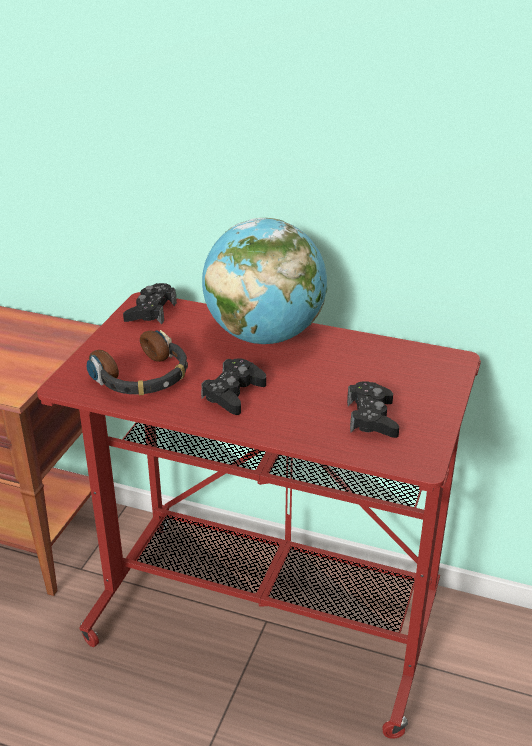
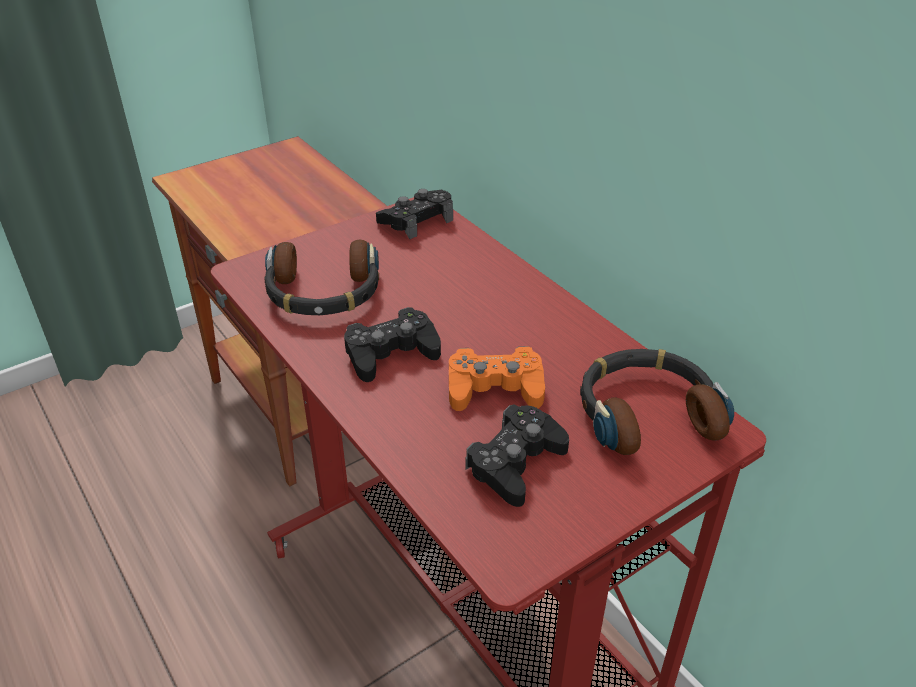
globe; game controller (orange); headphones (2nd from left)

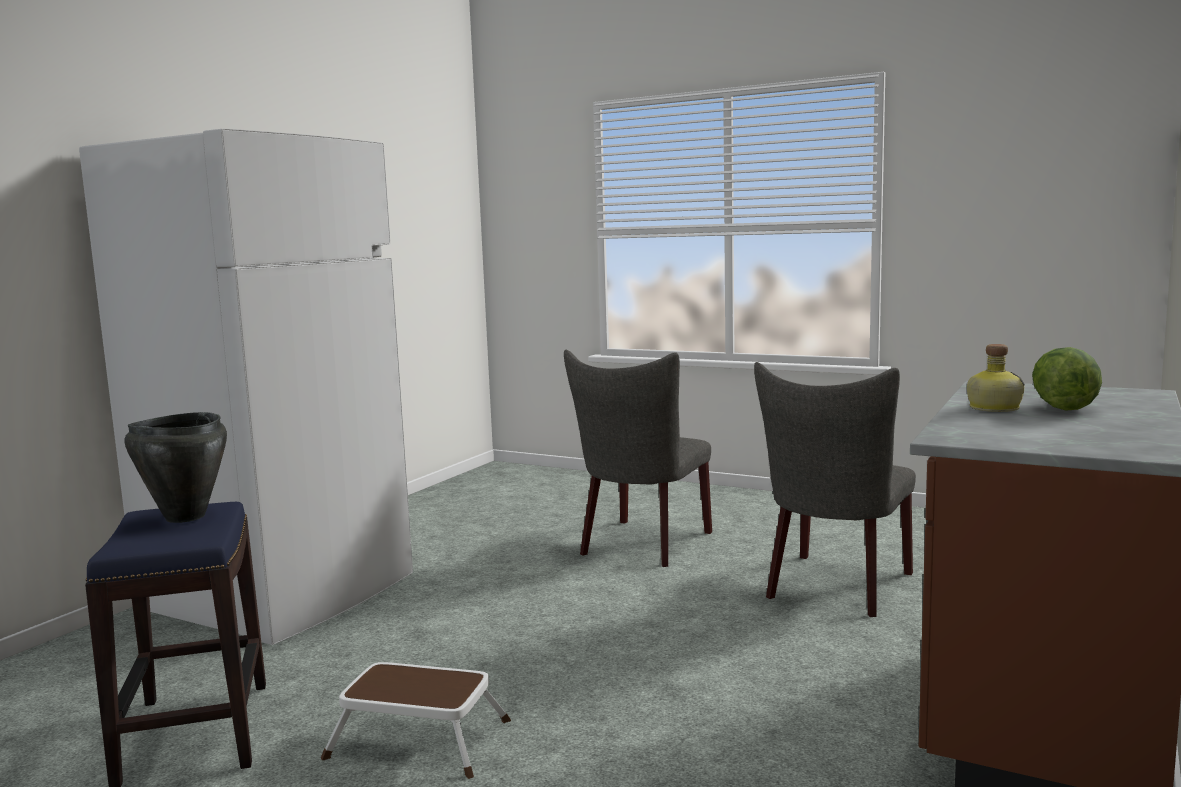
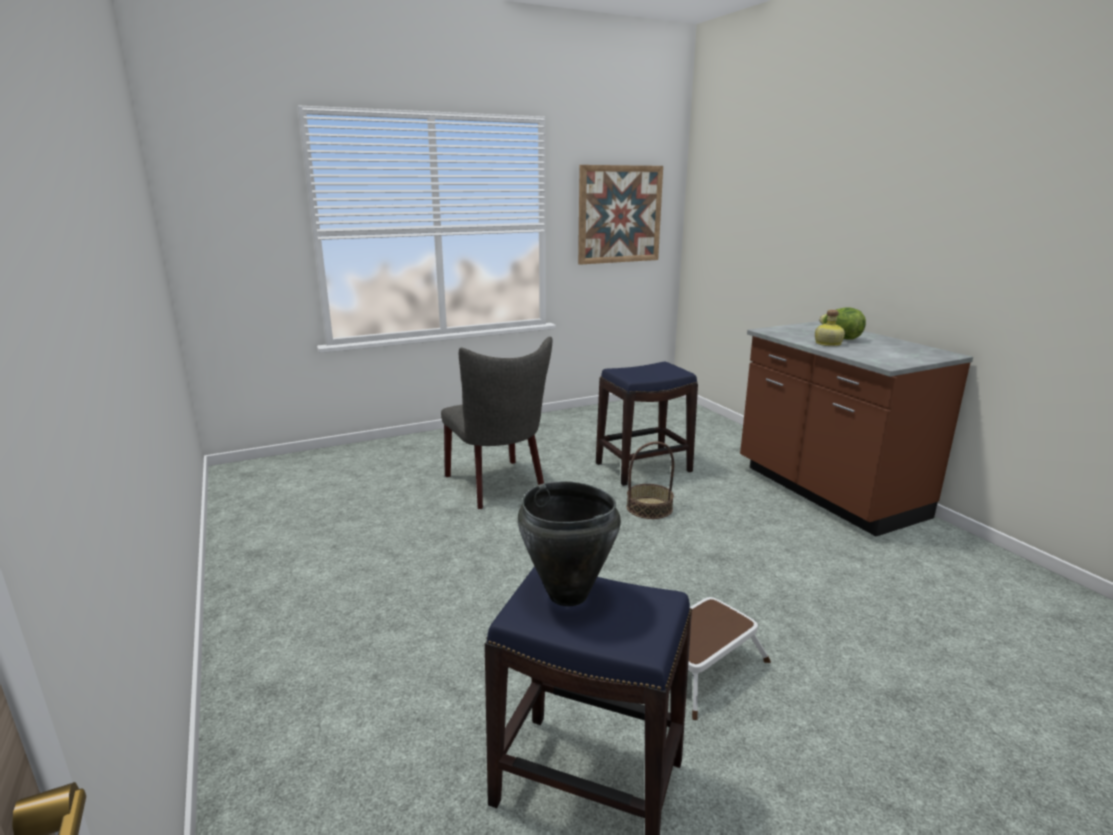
fridge (white); stool (2nd from left); picture; basket

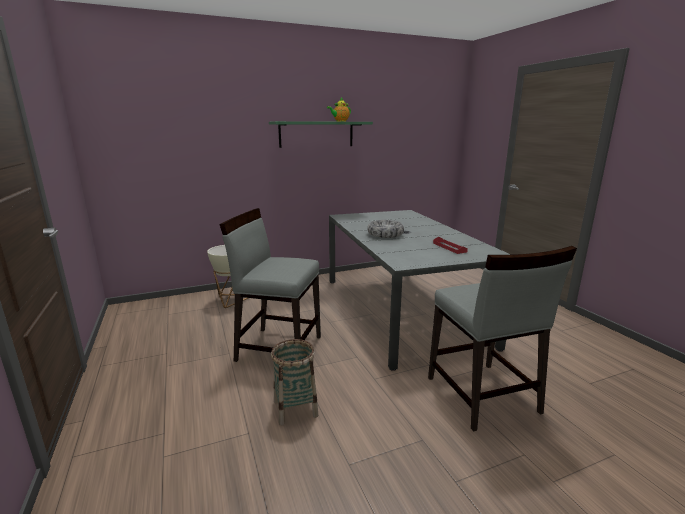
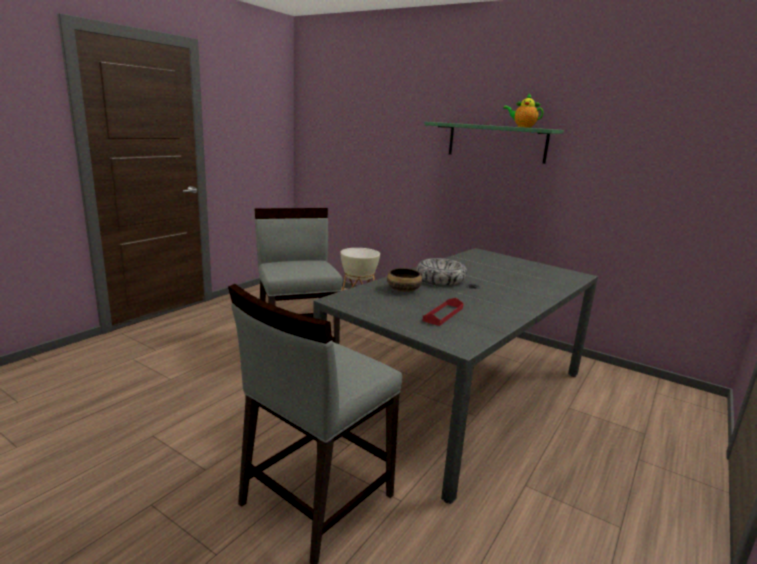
basket; bowl (1st from left)

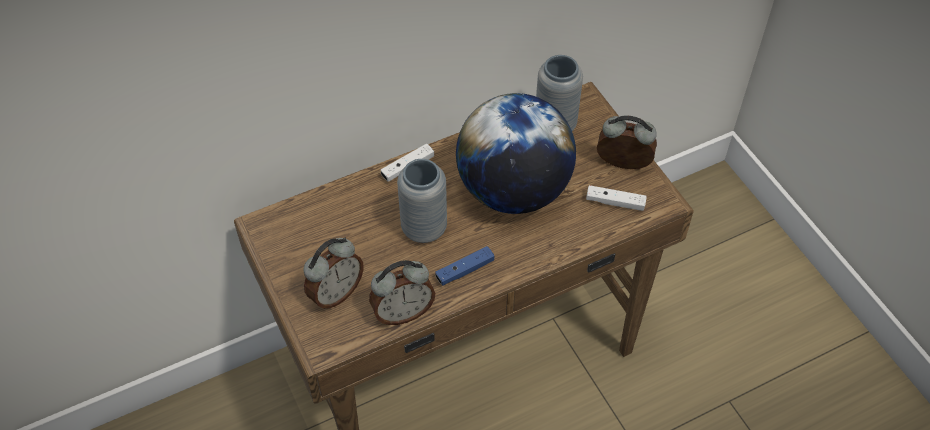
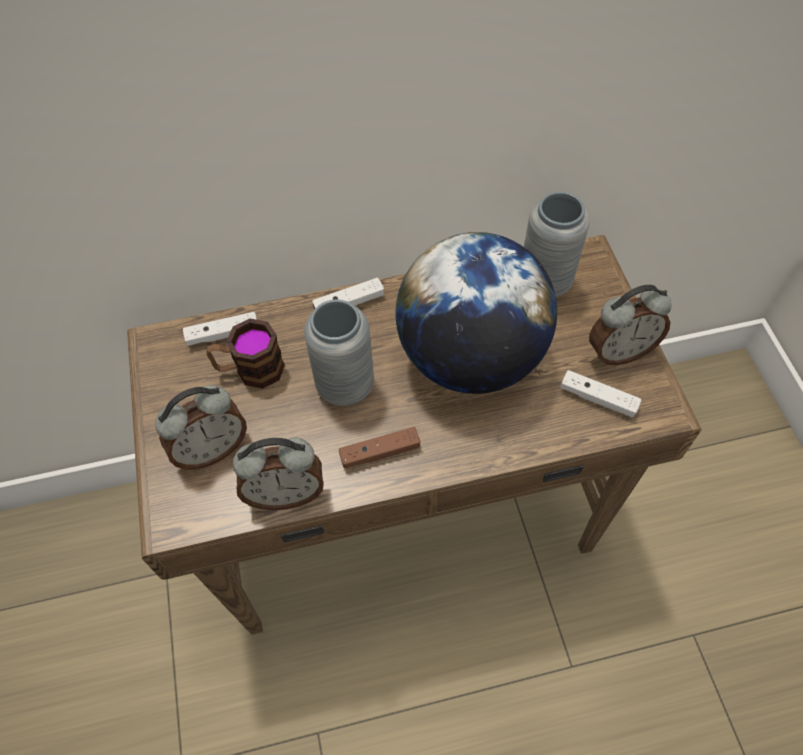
game controller (brown); alarm clock (3rd from left); game controller (white) (1st from left); mug

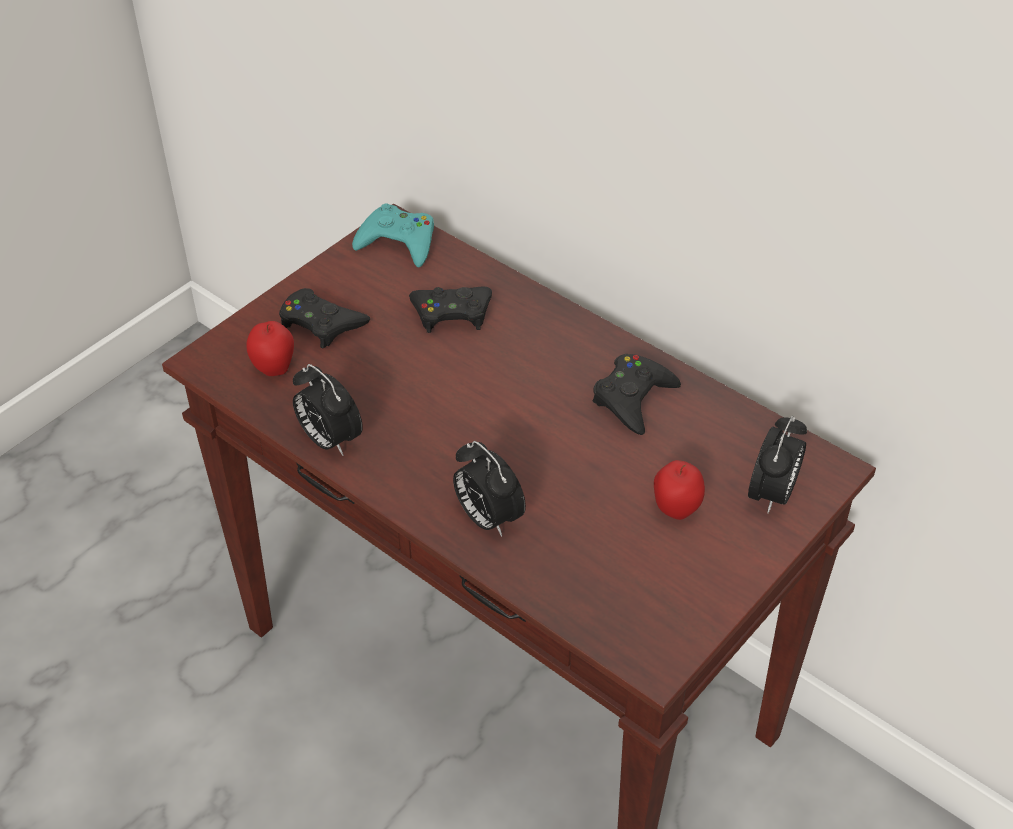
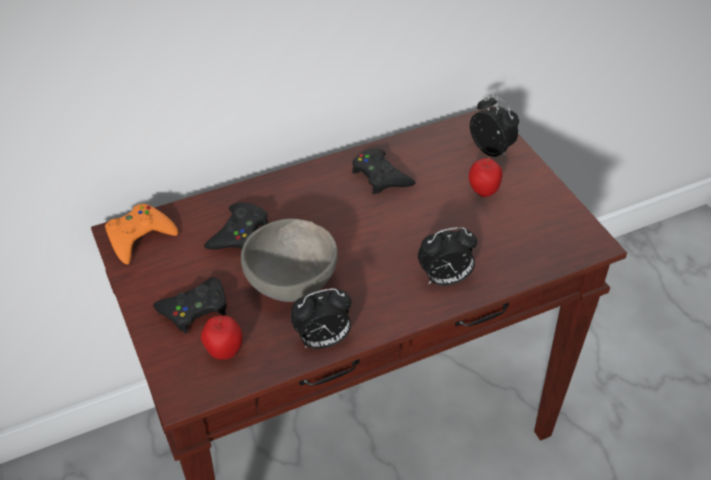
game controller (orange); bowl (grey)

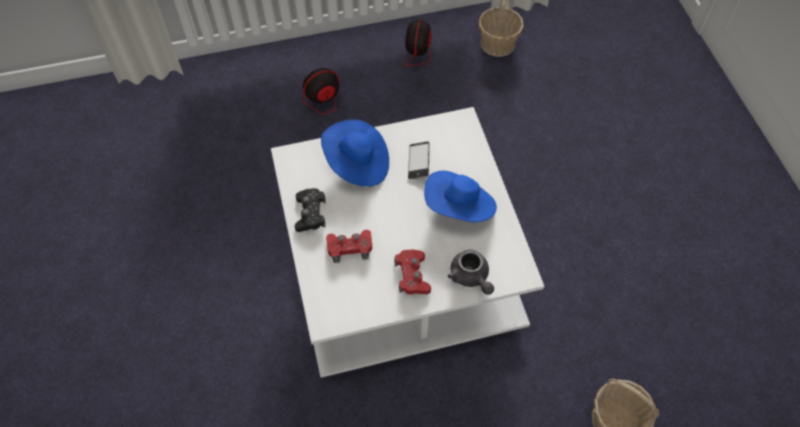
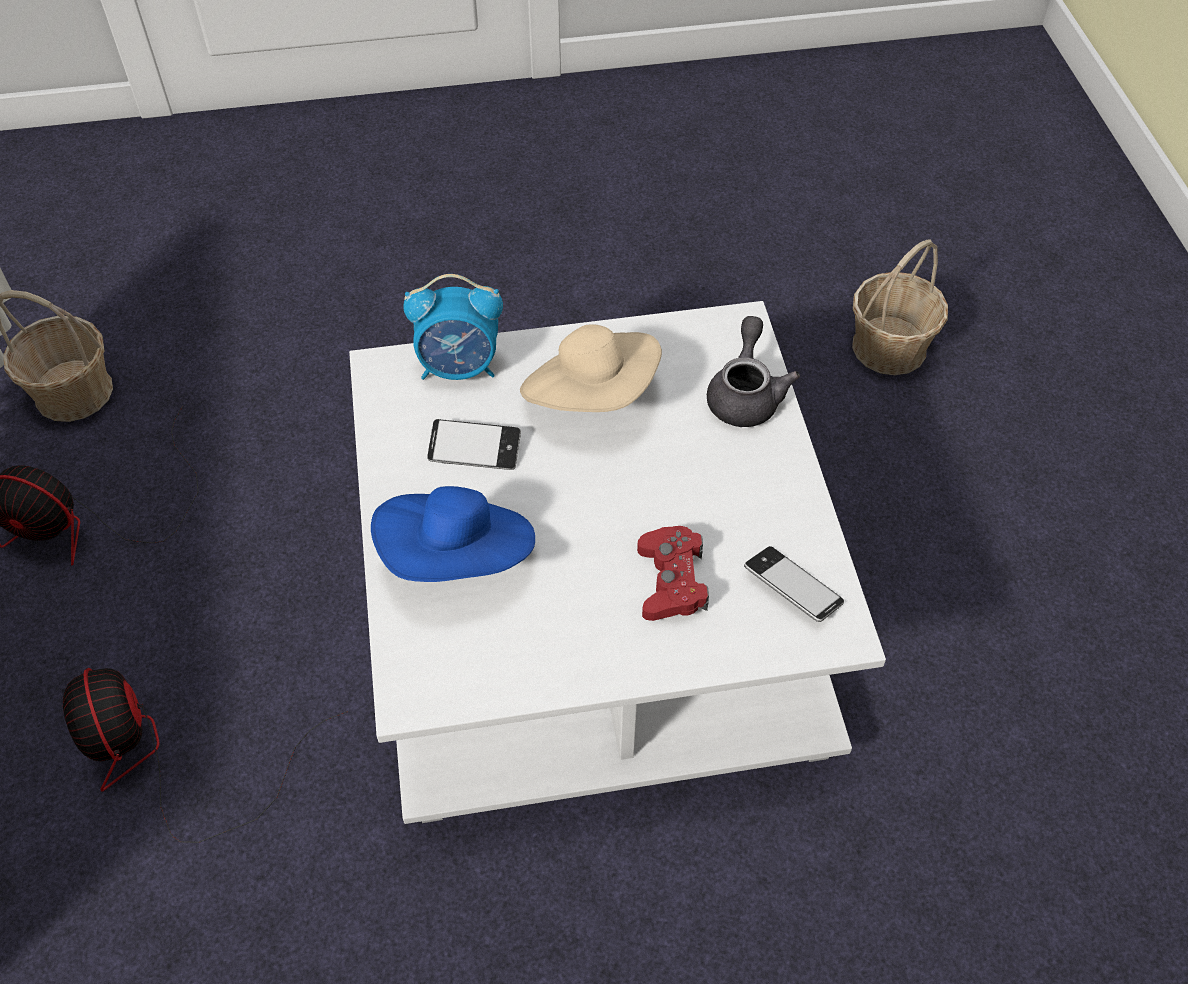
game controller (black); game controller (red) (2nd from left in the first image); hat (beige); teapot (grey); alarm clock; phone (2nd from left)

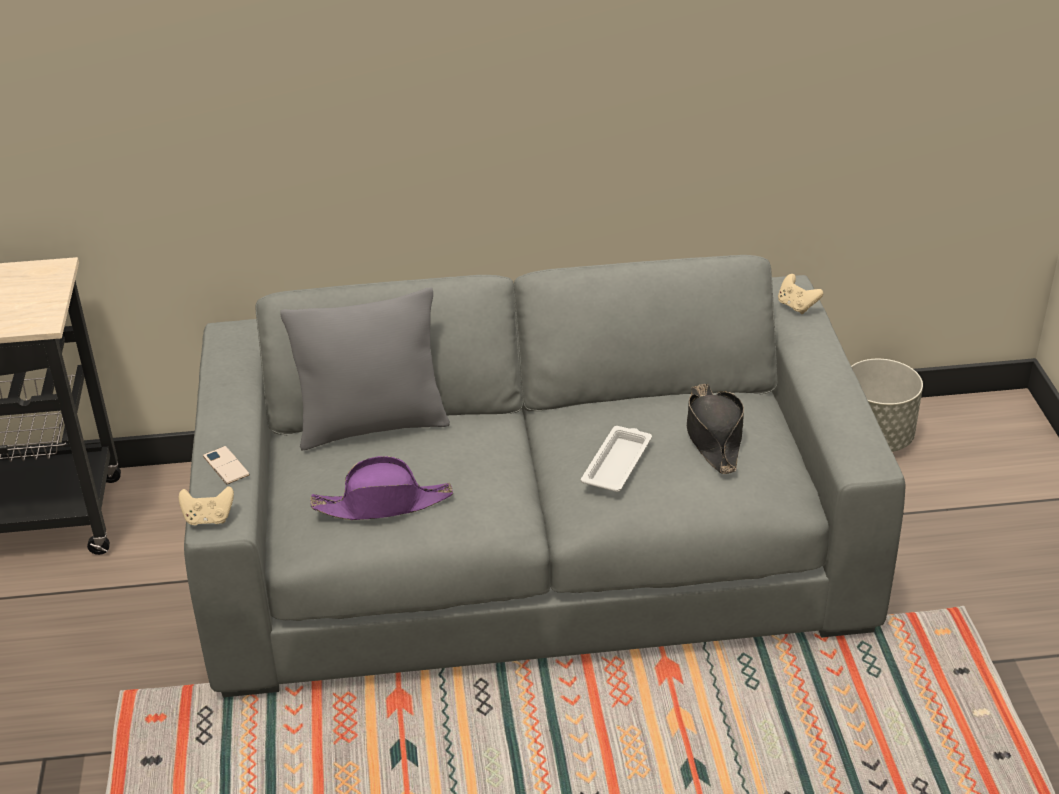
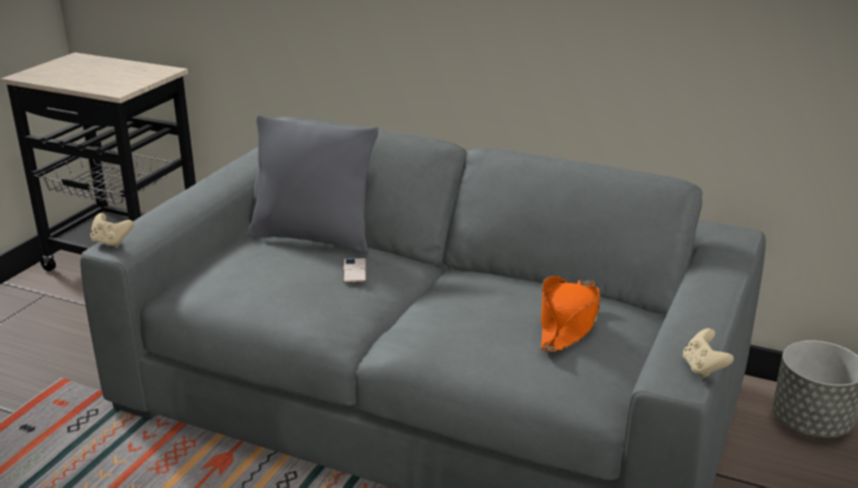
phone; hat (purple); tray (white); hat (orange); game controller (beige) (2nd from left)

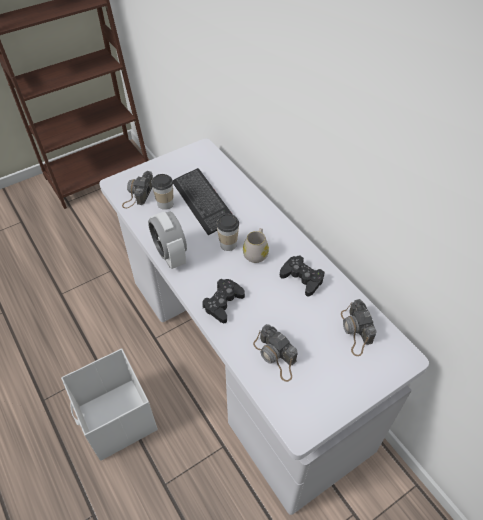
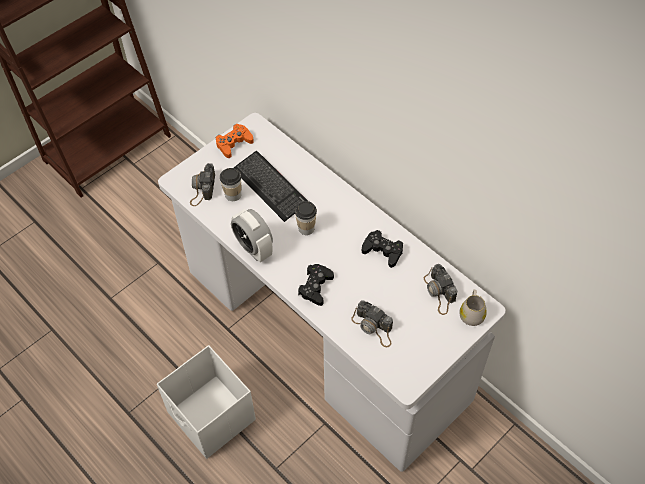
mug (white); game controller (orange)

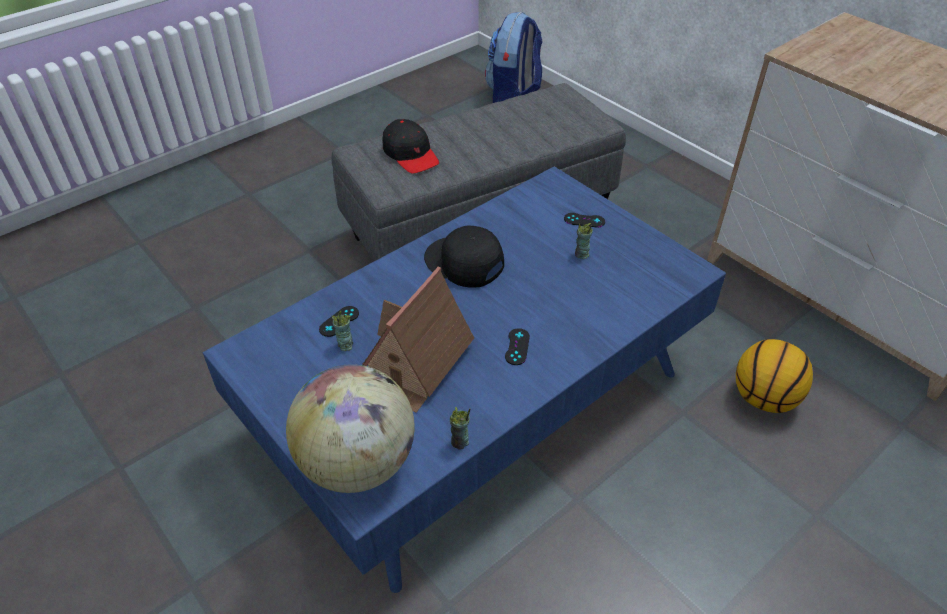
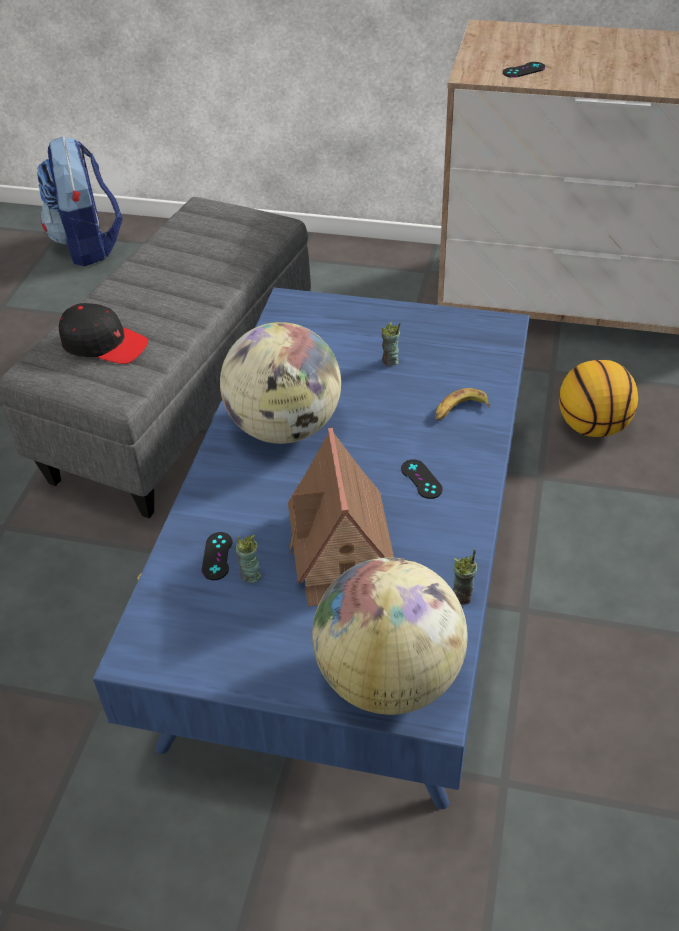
globe (1st from left); game controller (black) (3rd from left); banana

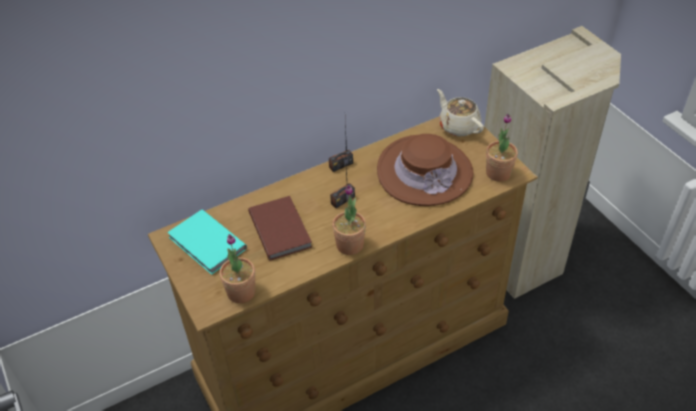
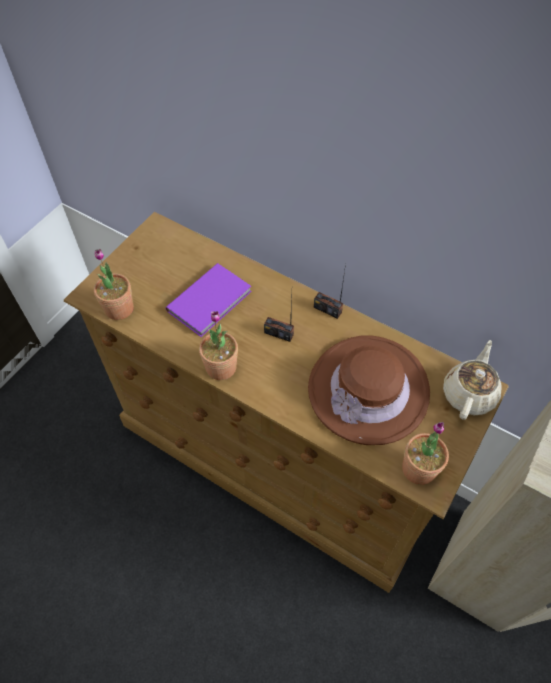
book (turquoise); book (purple)

